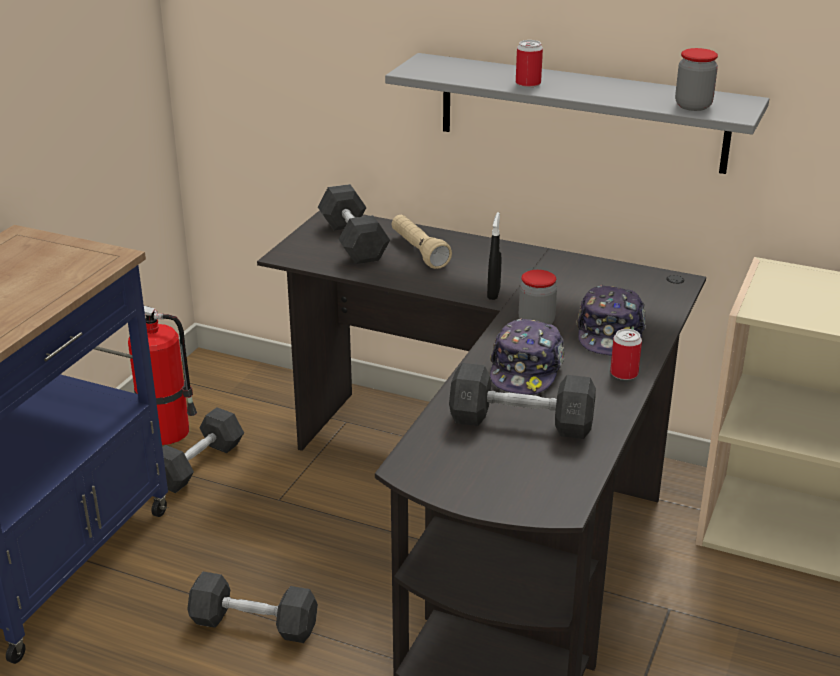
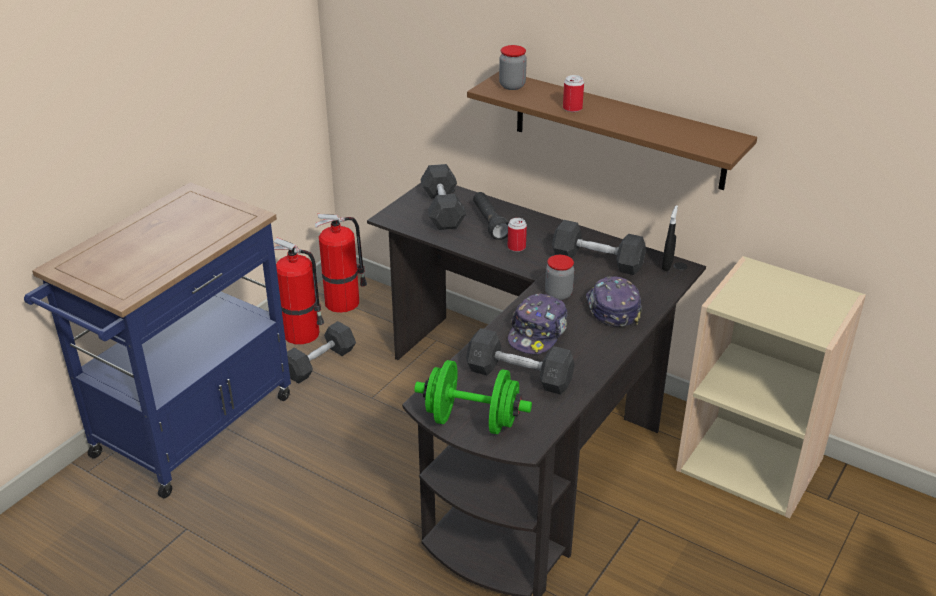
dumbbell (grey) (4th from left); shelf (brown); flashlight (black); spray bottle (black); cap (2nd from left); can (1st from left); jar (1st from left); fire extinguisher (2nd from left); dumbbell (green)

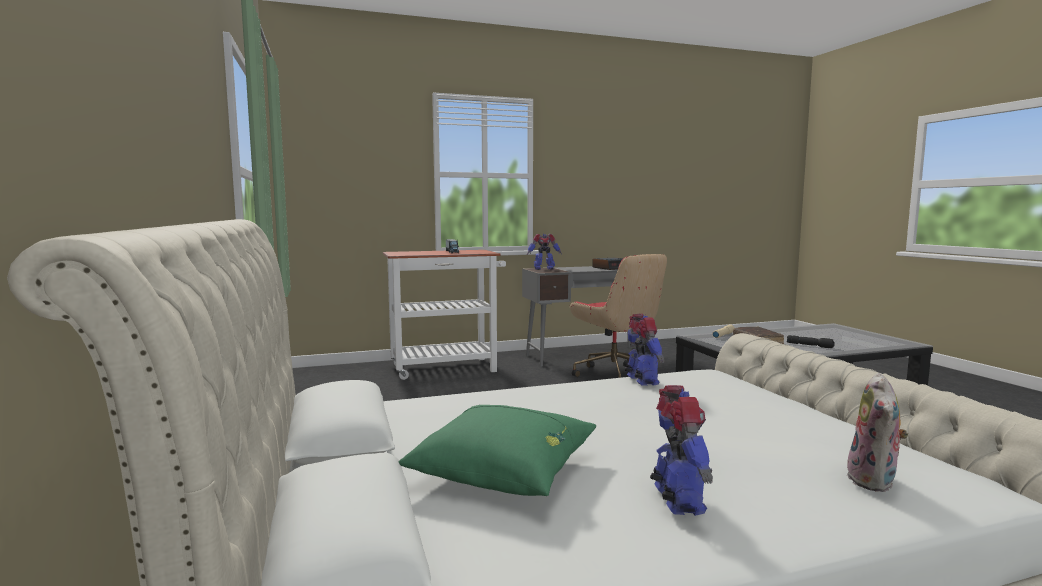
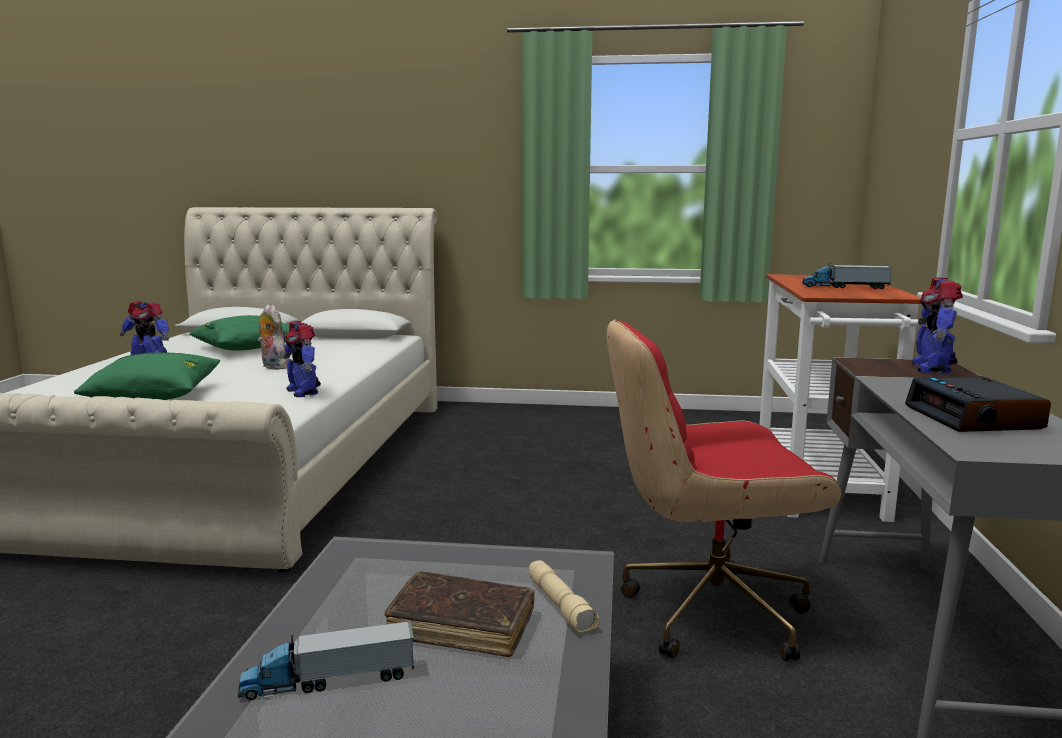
toy robot (2nd from left); toy truck (1st from left); plush toy; pillow (green) (1st from left)

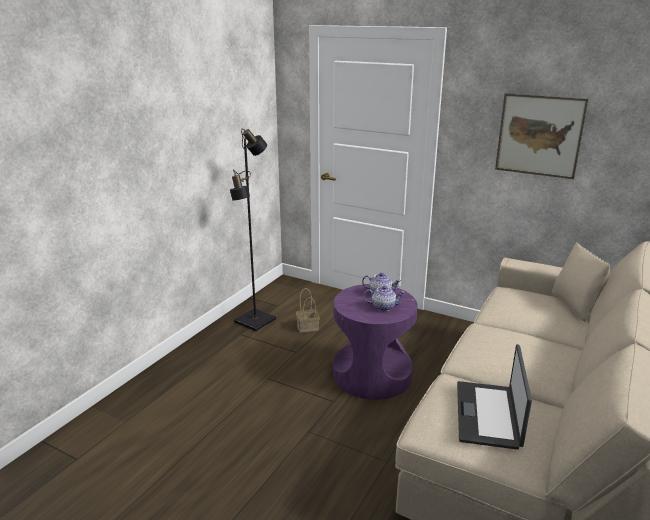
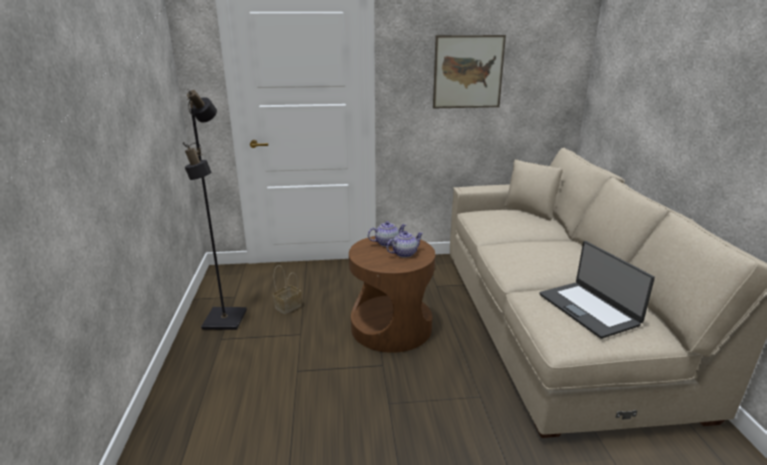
side table (brown)

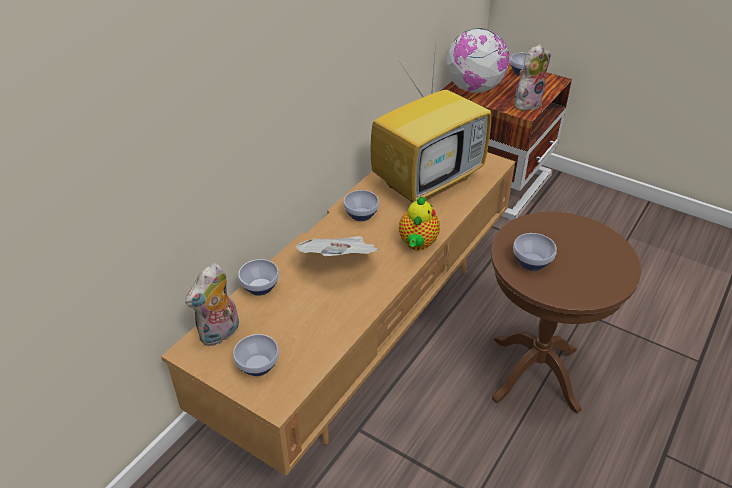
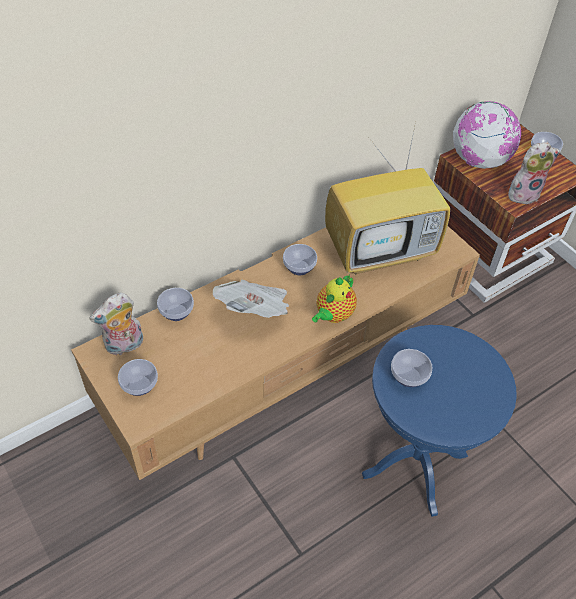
side table (blue)

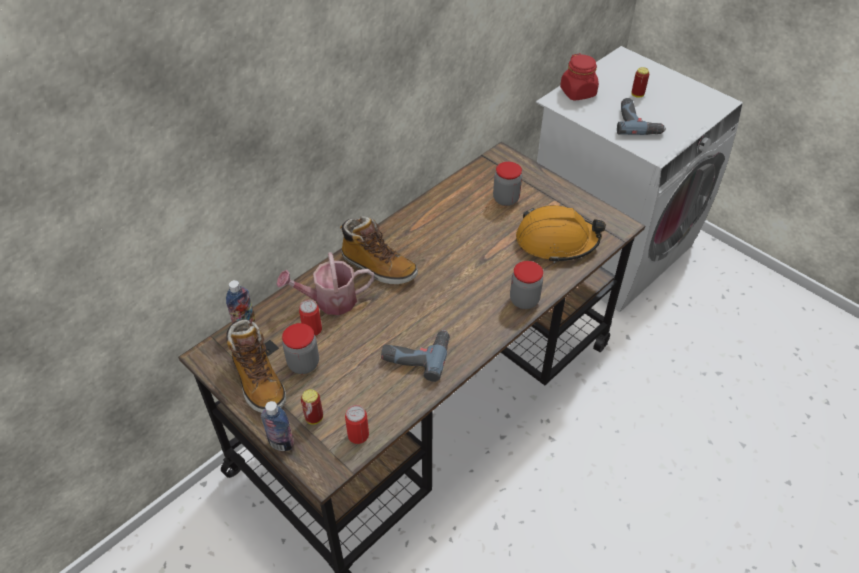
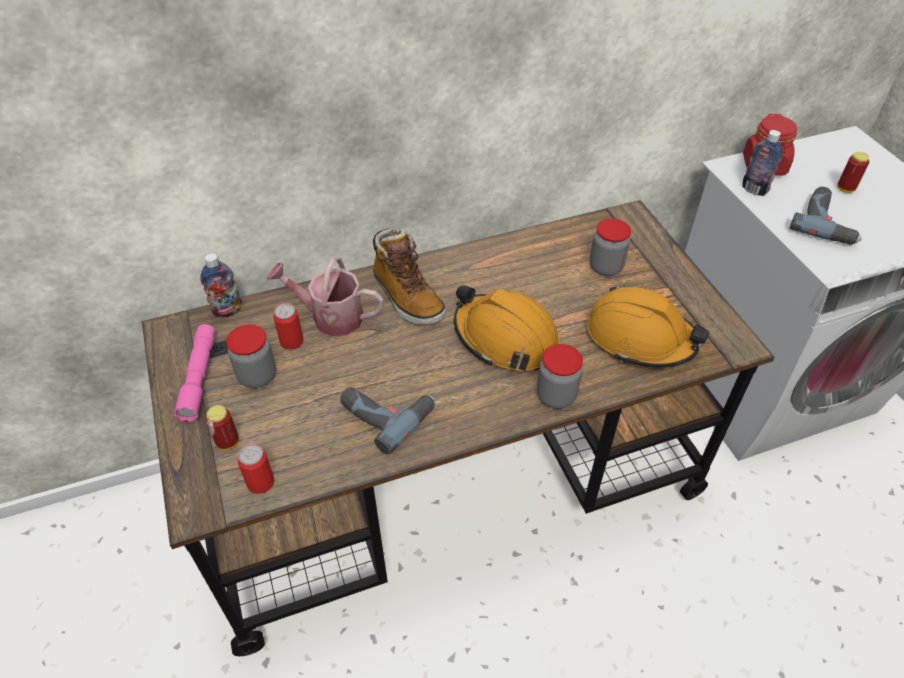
flashlight (pink); bottle (2nd from left); hard hat (orange) (1st from left)

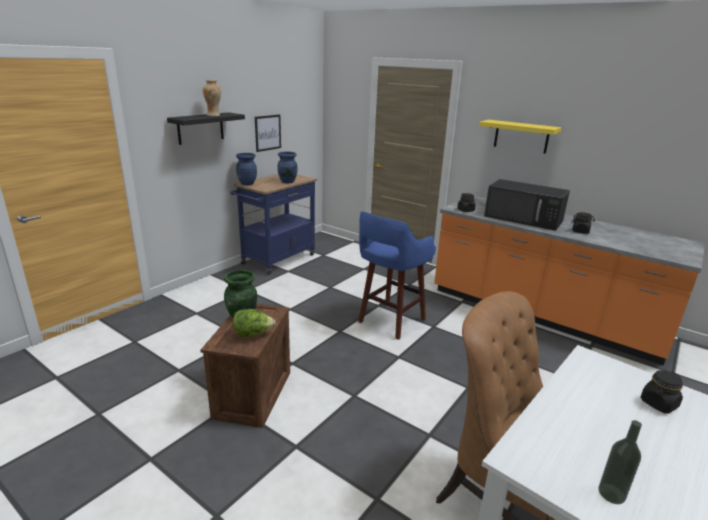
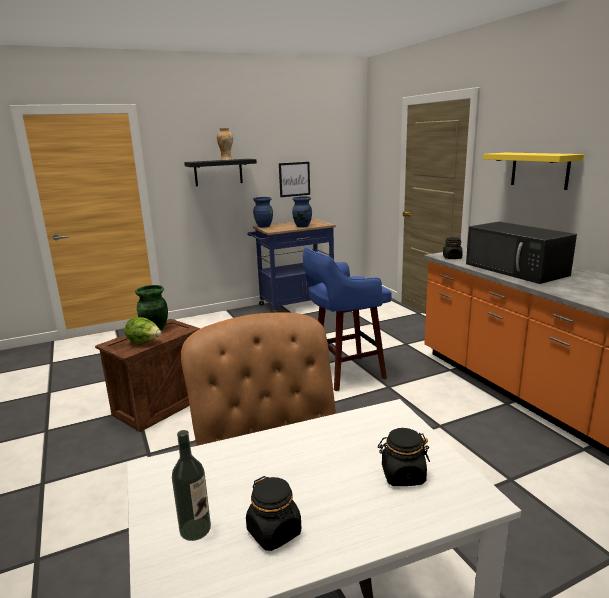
jar (black) (1st from left)

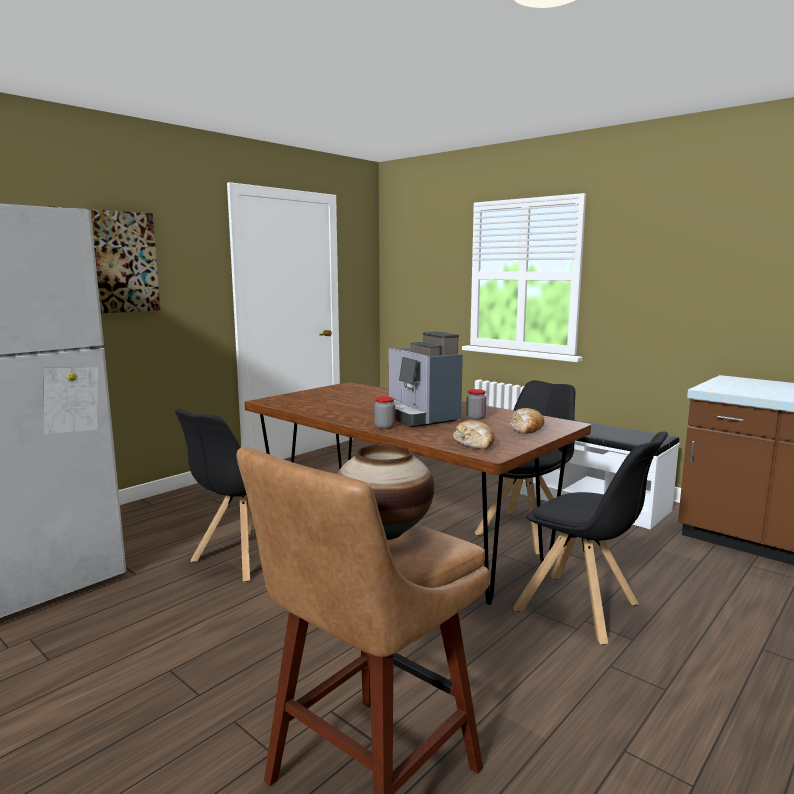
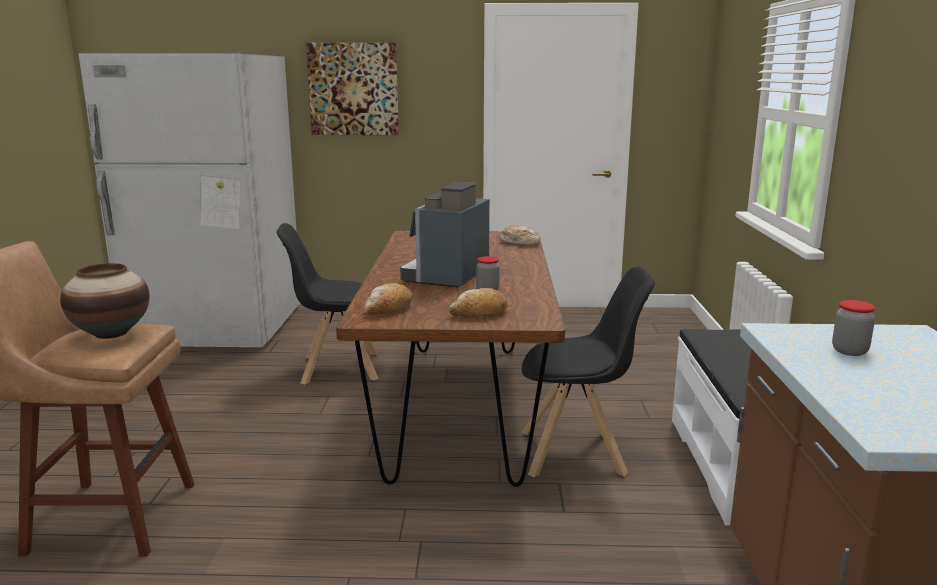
jar (2nd from left); chair (black) (3rd from left in the first image); bread (3rd from left)

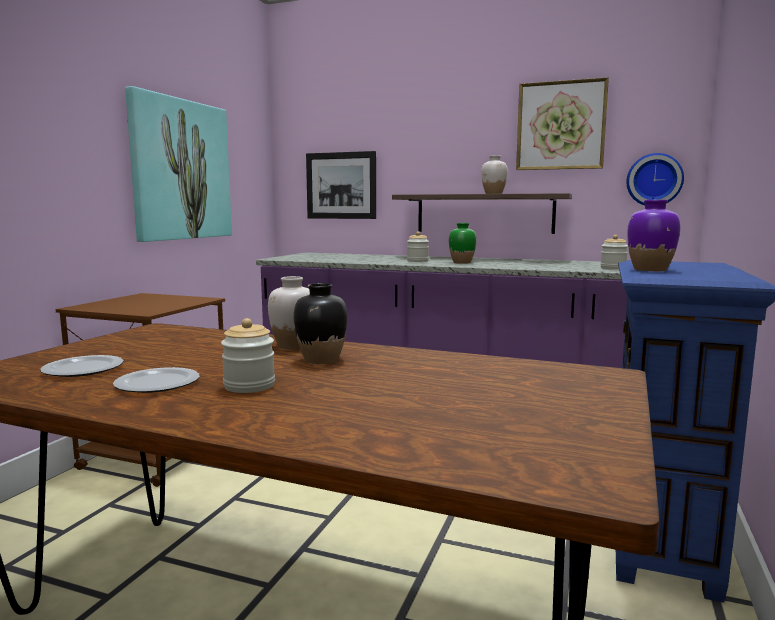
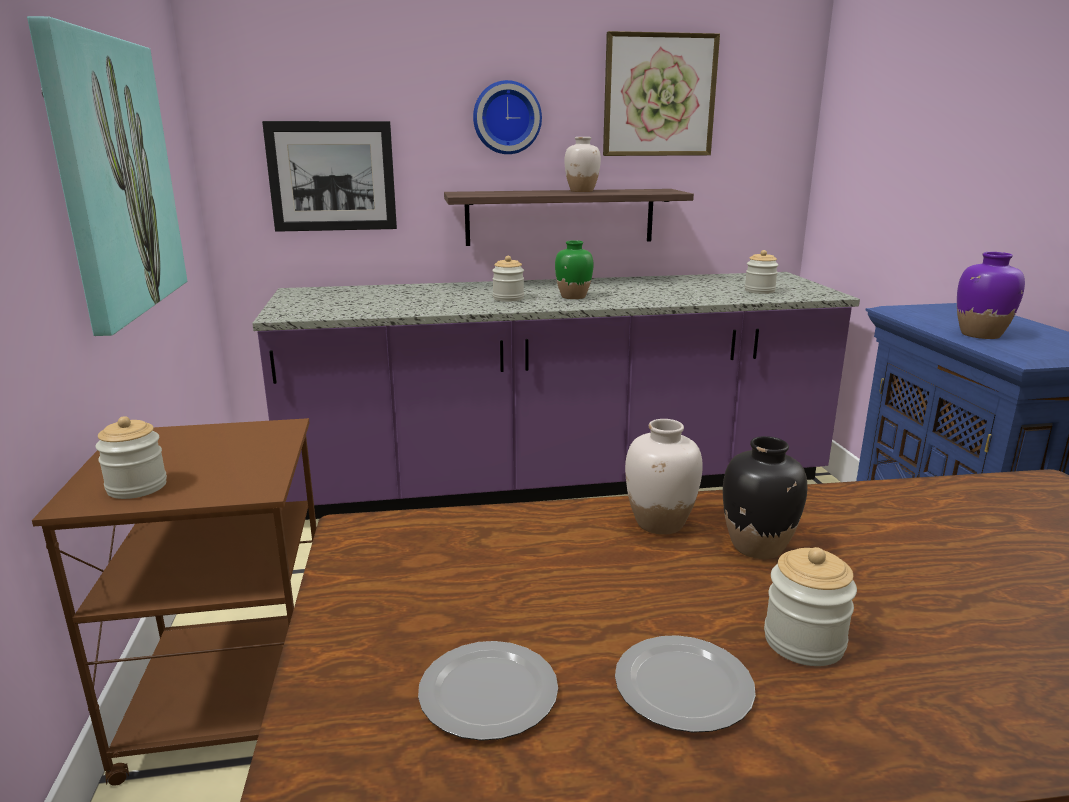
wall clock; jar (1st from left)

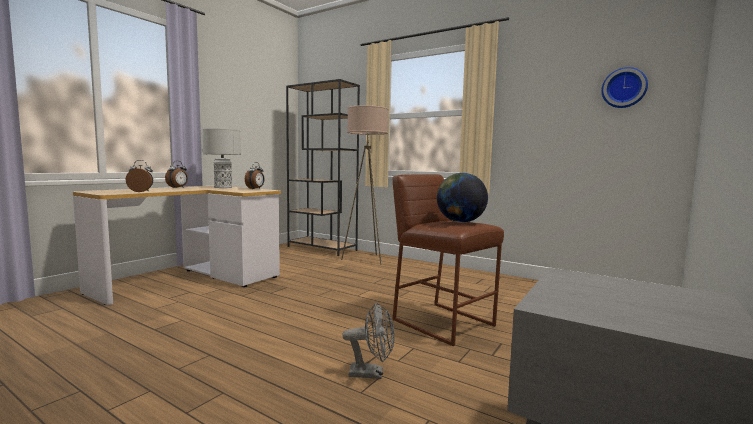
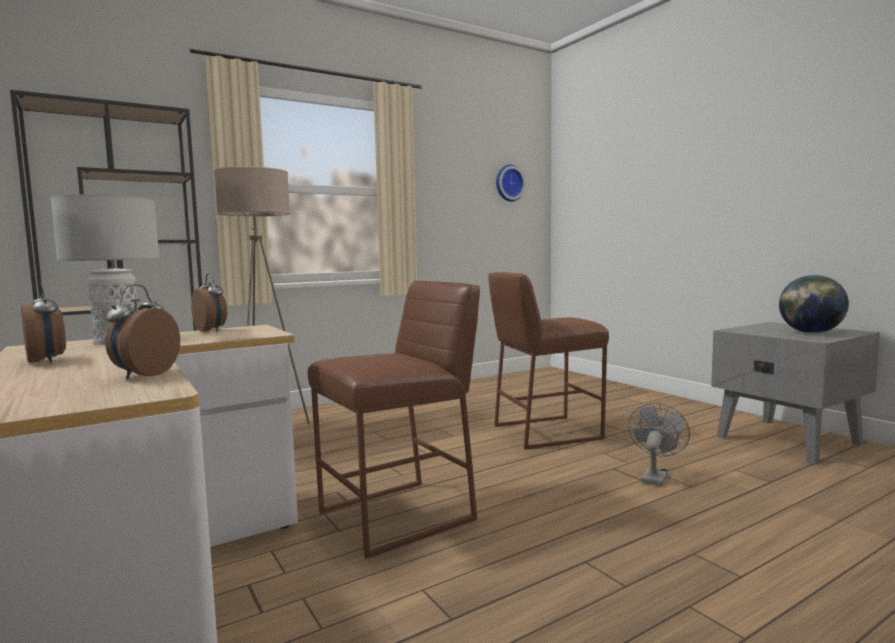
globe; stool (brown) (1st from left)

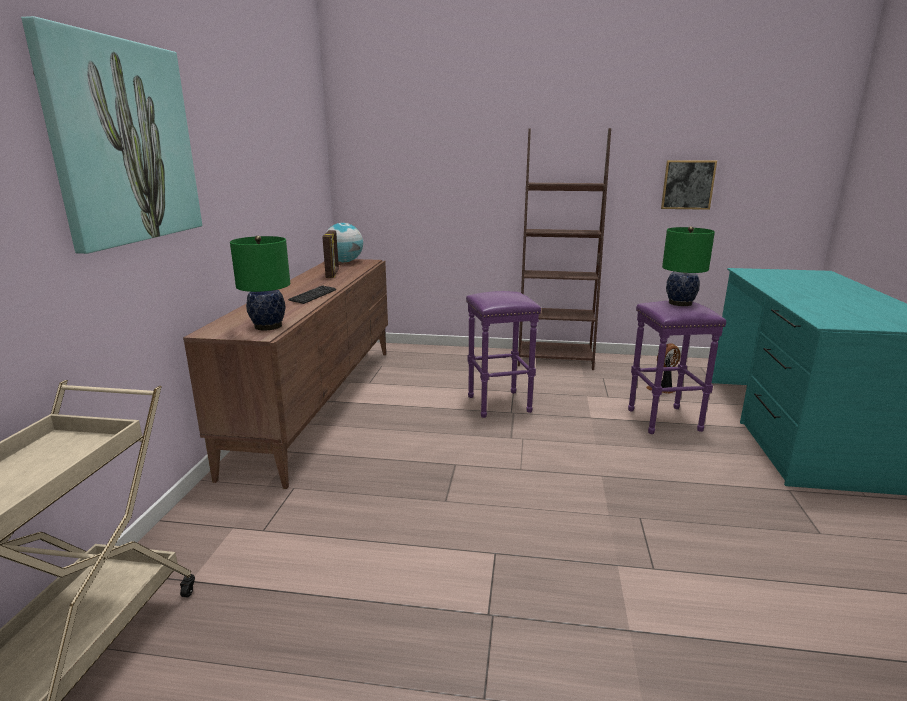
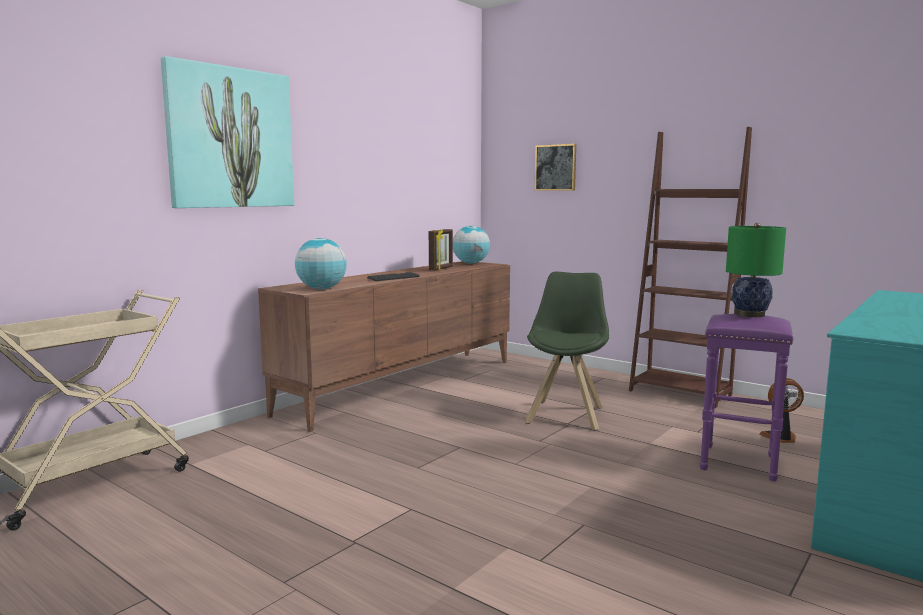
globe (1st from left); chair (green); picture (2nd from left)

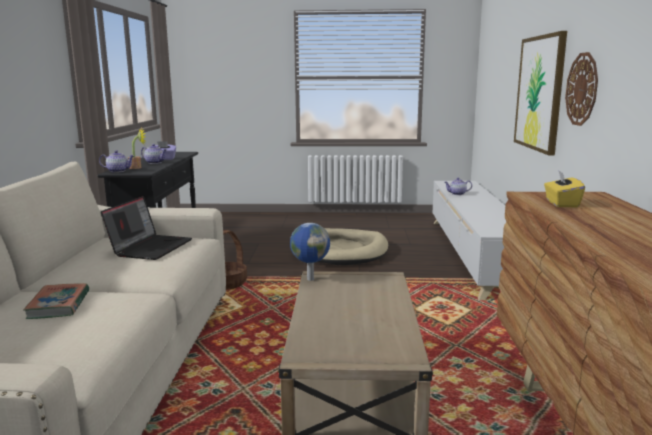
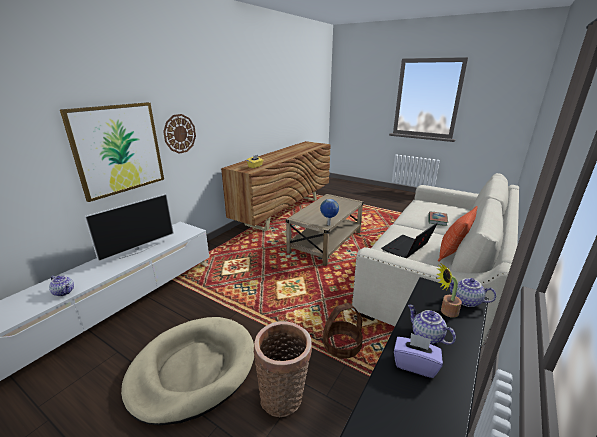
television; basket (1st from left); pillow (orange)

